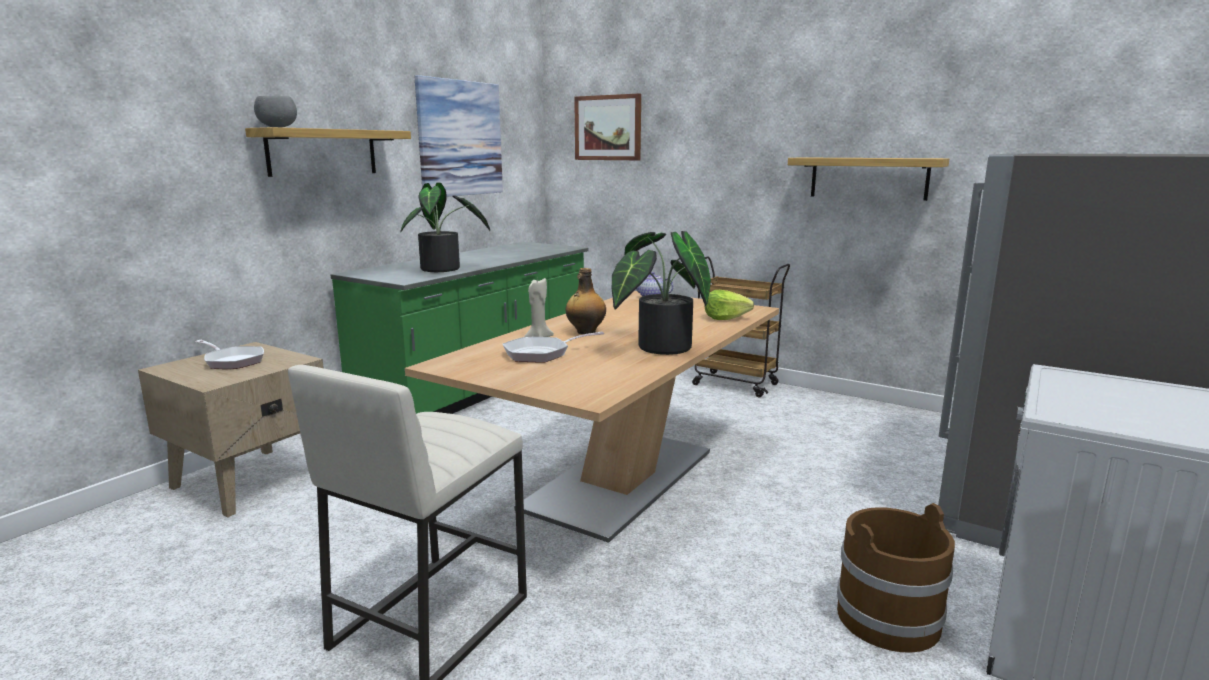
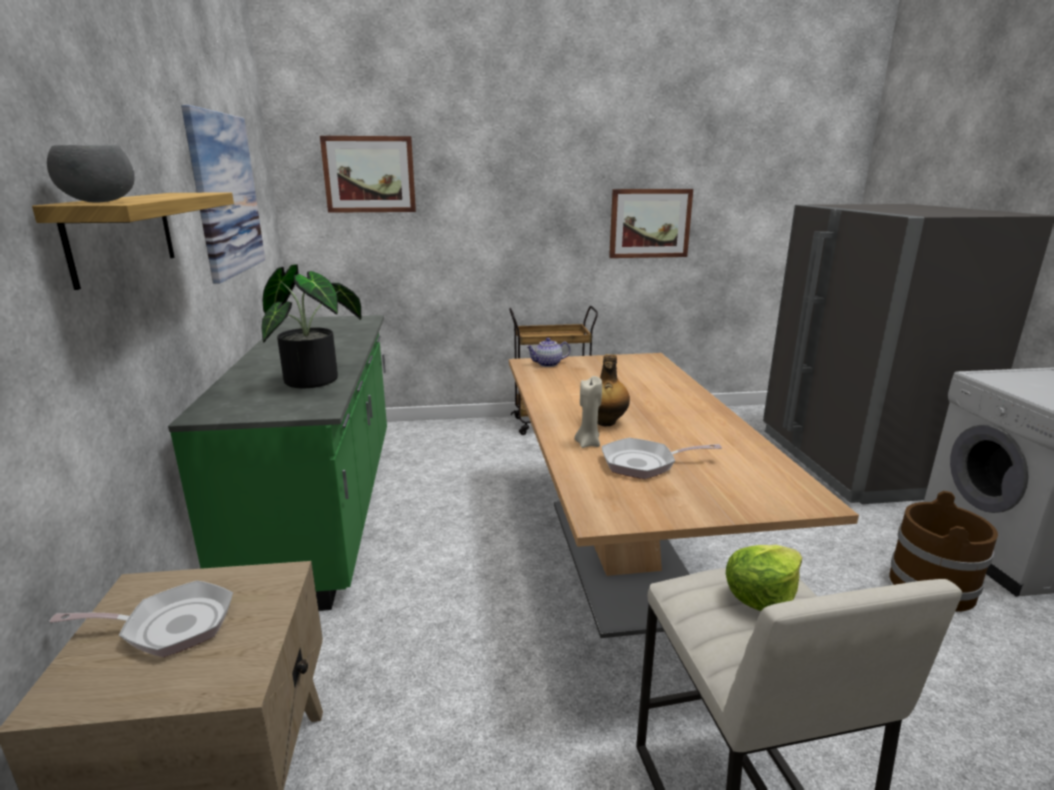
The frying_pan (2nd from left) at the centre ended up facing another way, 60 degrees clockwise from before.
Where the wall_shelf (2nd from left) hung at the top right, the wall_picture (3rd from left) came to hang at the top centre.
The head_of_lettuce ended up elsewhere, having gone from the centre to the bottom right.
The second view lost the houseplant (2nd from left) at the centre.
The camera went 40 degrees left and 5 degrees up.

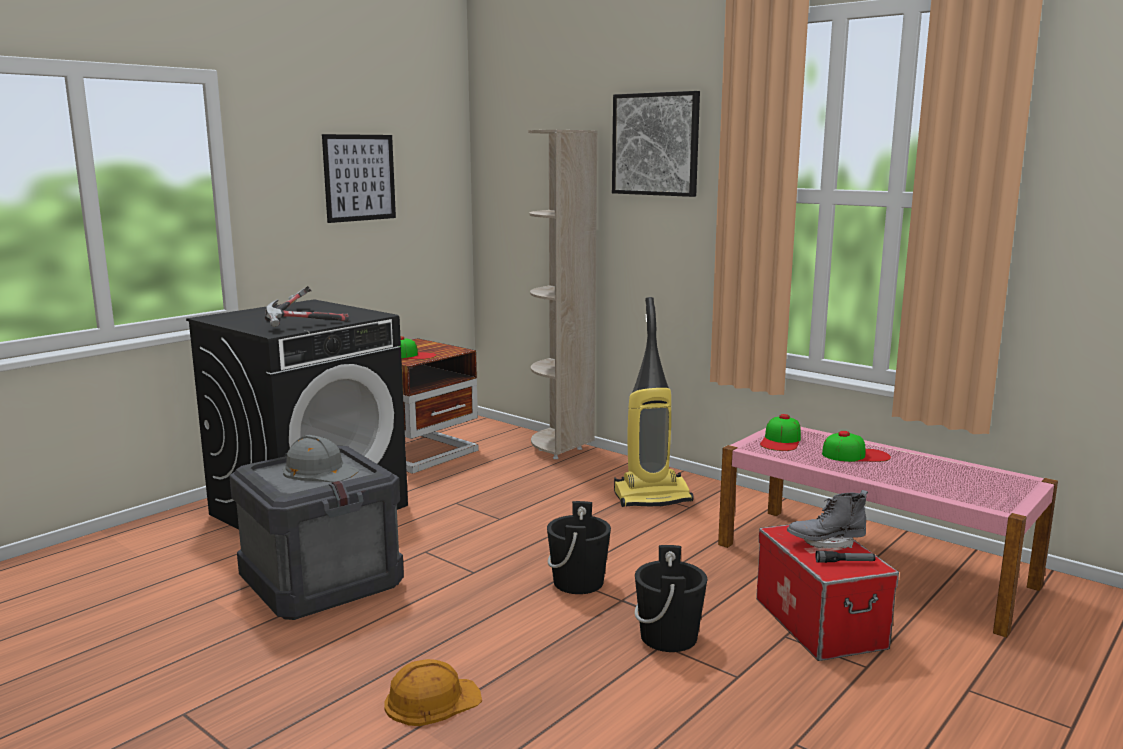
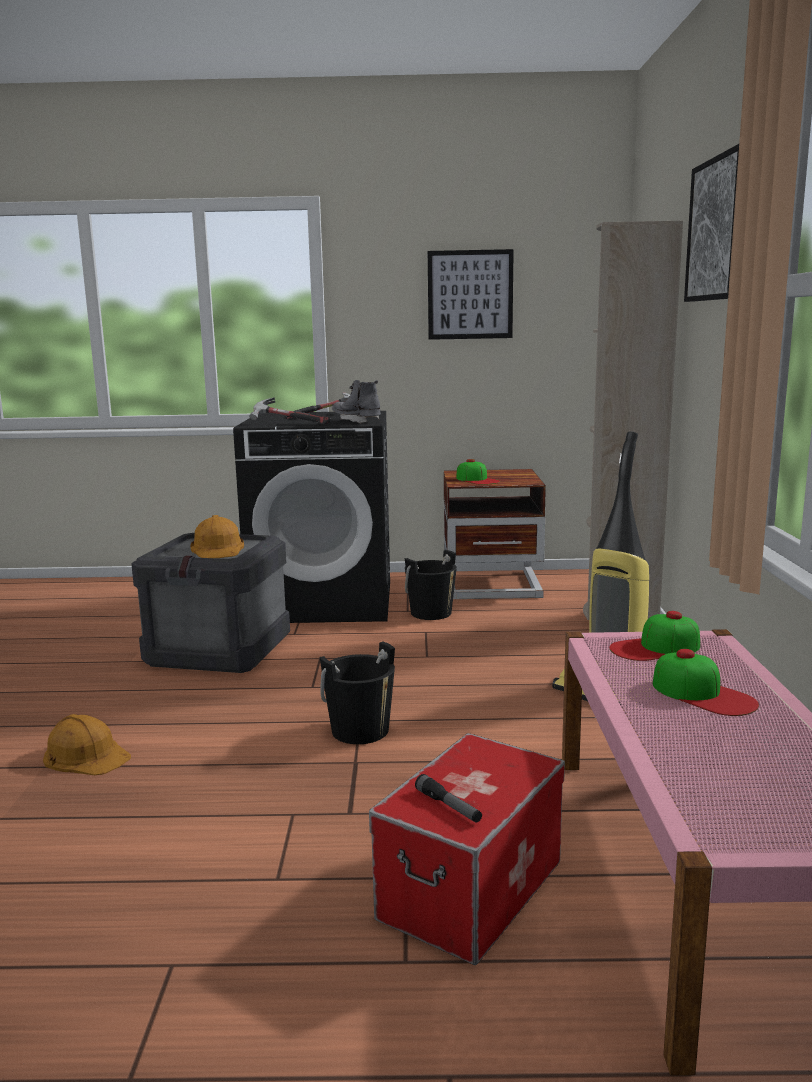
What was the greyish_hard_hat at the middle left turned into the orangey_hard_hat (2nd from left) at the middle left.
The greyish_tall_boot ended up elsewhere, having gone from the bottom right to the centre.
The blackish_water_bucket (2nd from left) ended up elsewhere, having gone from the bottom centre to the centre.
The camera went 50 degrees right and 0 degrees up.

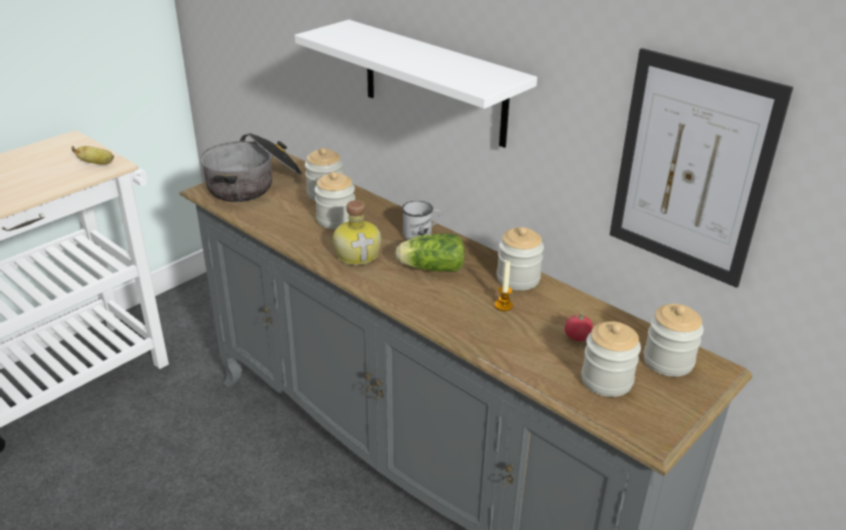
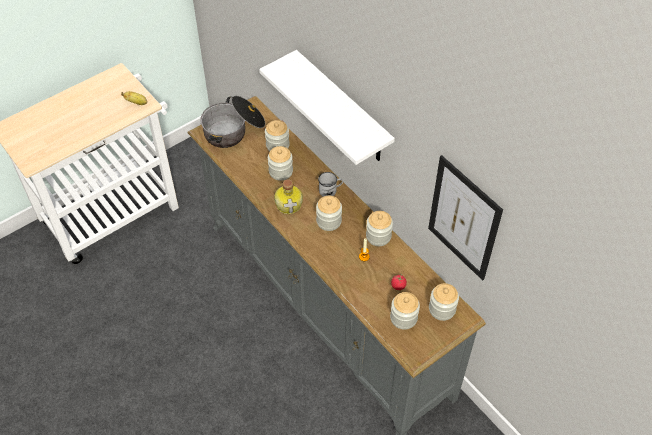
Where the head_of_lettuce stood at the centre, the storage_jar (3rd from left) came to stand at the centre.
The camera went 10 degrees right and 20 degrees up.

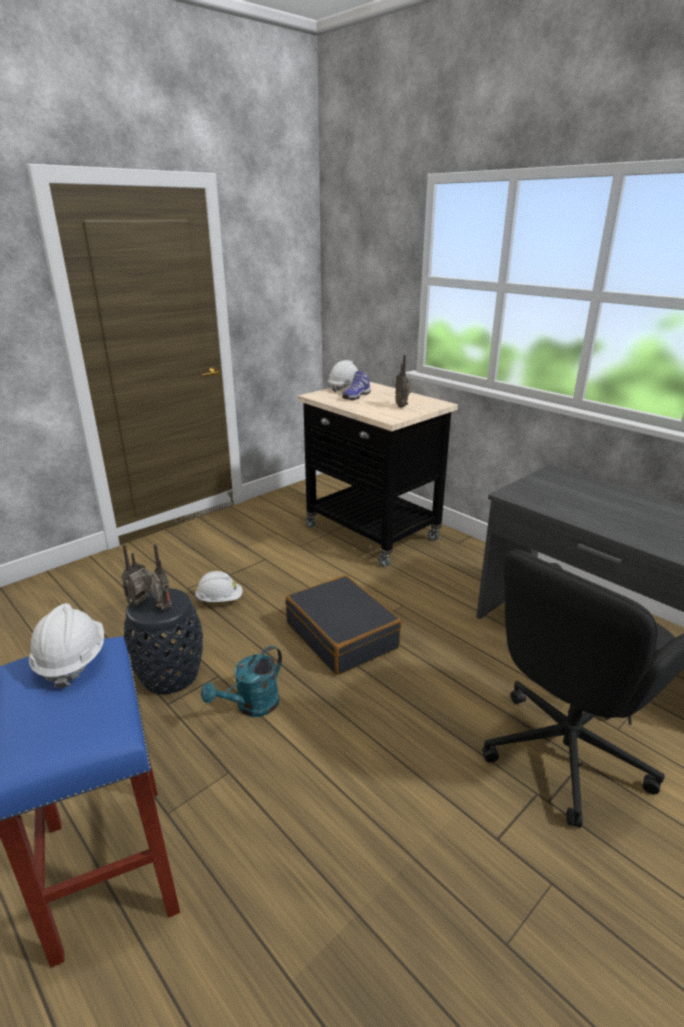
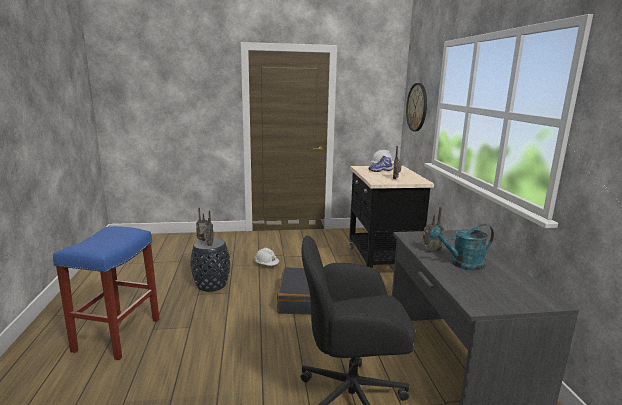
The second view gained the wall_clock at the top right.
The second view gained the radio_set (4th from left) at the middle right.
The turquoise-coloured_watering_can ended up elsewhere, having gone from the centre to the middle right.
The second view lost the white_hard_hat (1st from left) at the middle left.
The camera went 35 degrees right and 10 degrees down.

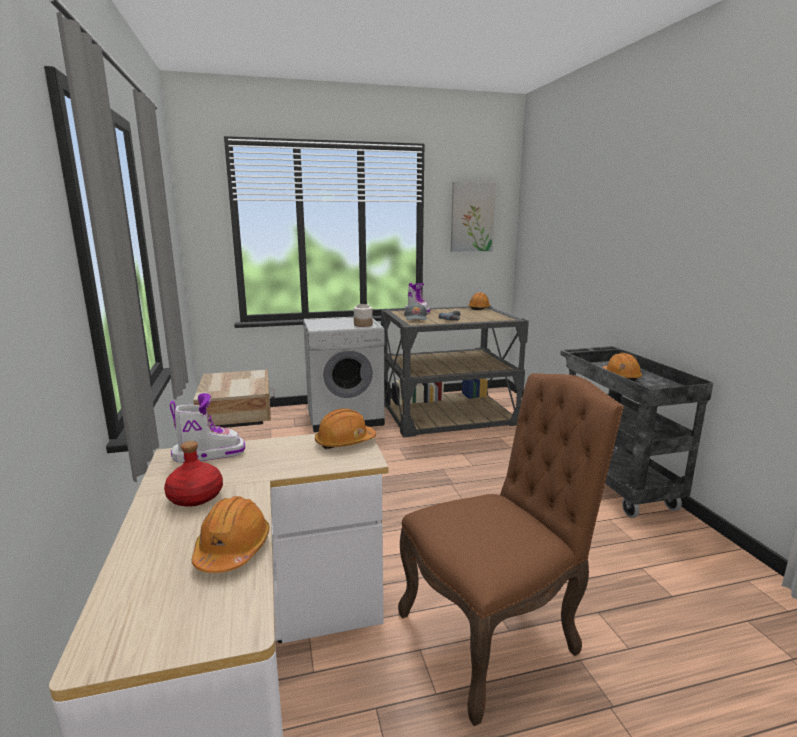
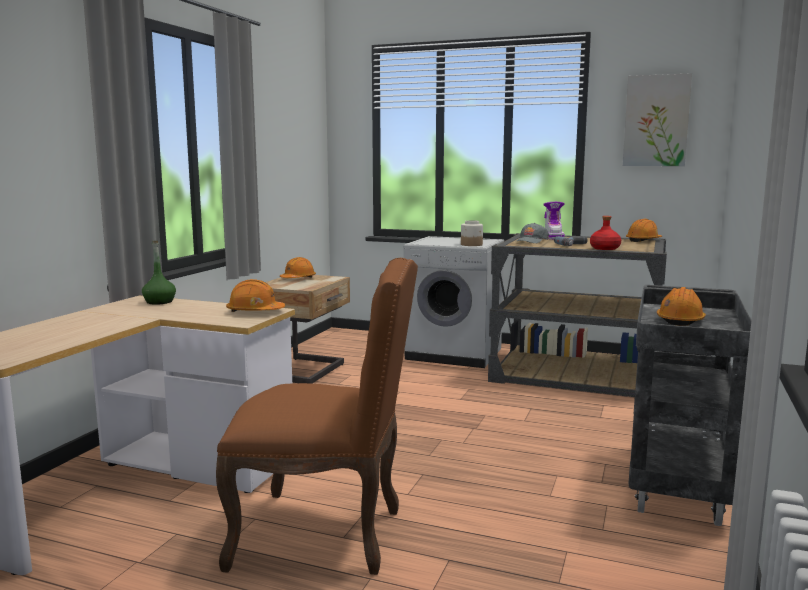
Where the tall_boot (1st from left) stood at the middle left, the greenish_beverage_bottle came to stand at the middle left.
The orangey_hard_hat (1st from left in the first image) ended up elsewhere, having gone from the bottom left to the centre.
The red-coloured_beverage_bottle ended up elsewhere, having gone from the middle left to the middle right.
The camera went 35 degrees right and 5 degrees down.

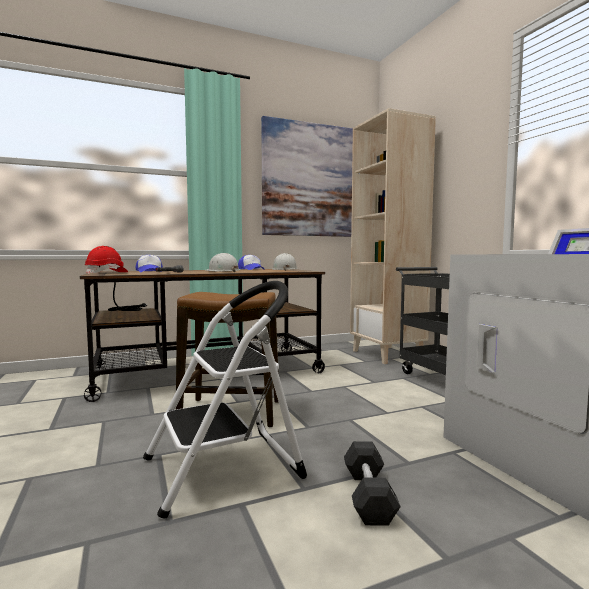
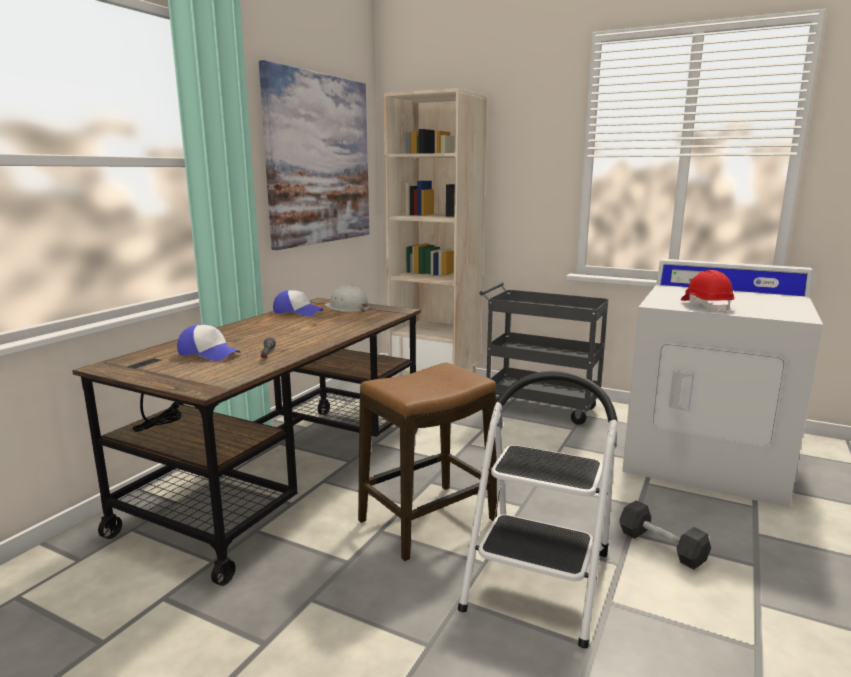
The red-coloured_hard_hat ended up elsewhere, having gone from the middle left to the middle right.
The second view lost the white_hard_hat (1st from left) at the centre.
The camera went 40 degrees left and 10 degrees up.

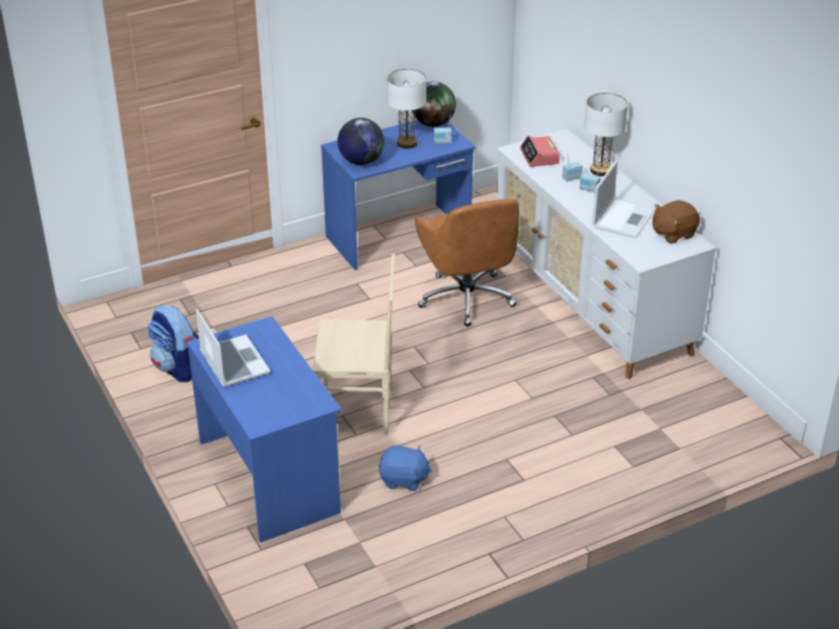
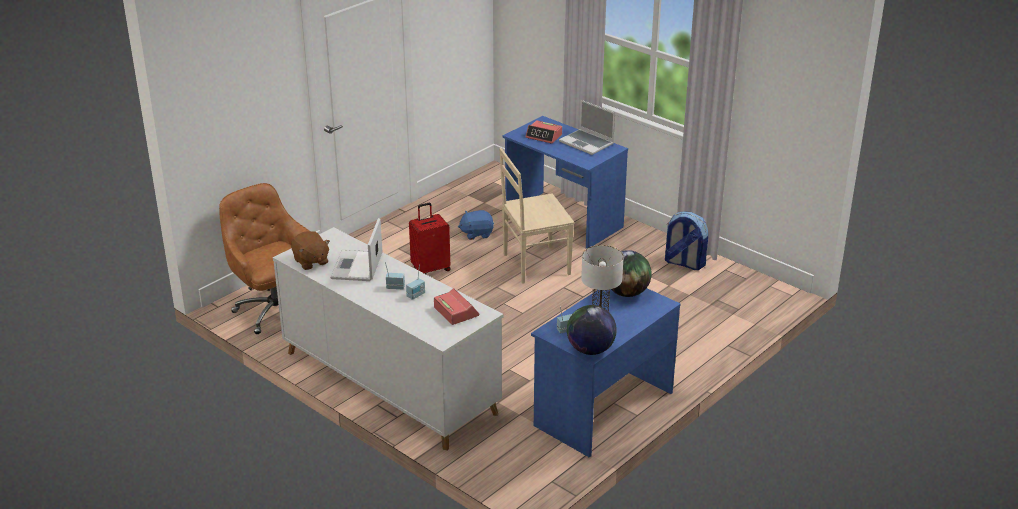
The brownish_office_chair ended up elsewhere, having gone from the centre to the middle left.
The brownish_plush_toy at the middle right ended up facing another way, 105 degrees clockwise from before.
The second view gained the red-coloured_suitcase at the centre.
The second view gained the alarm_clock (2nd from left) at the top centre.
The second view lost the tabletop_lamp (2nd from left) at the top right.
The camera went 160 degrees right and 5 degrees down.

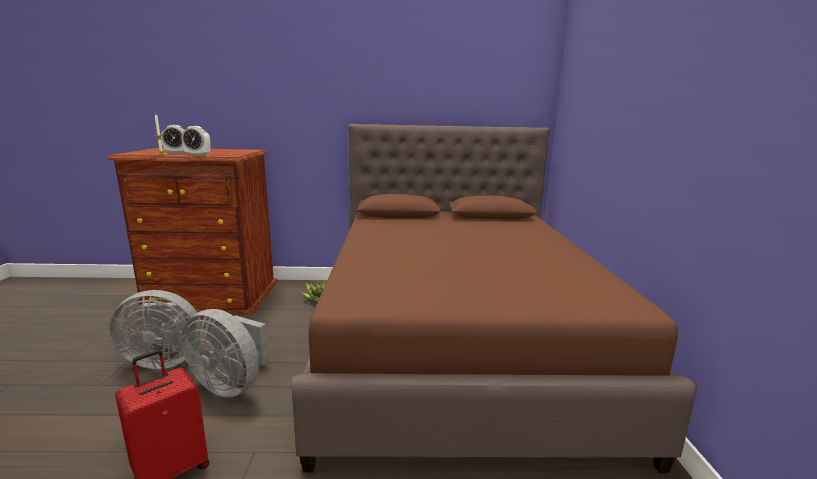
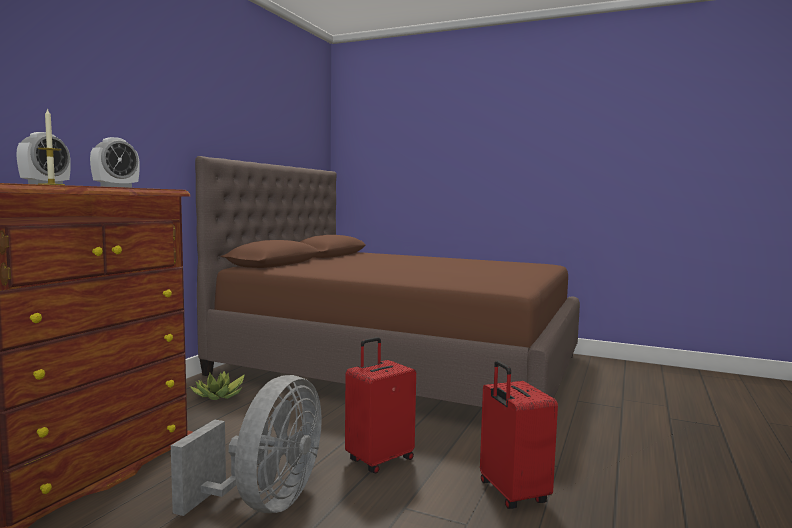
Where the greyish_cooling_fan (2nd from left) stood at the bottom left, the red-coloured_suitcase (1st from left) came to stand at the bottom centre.
The camera went 65 degrees left and 10 degrees down.

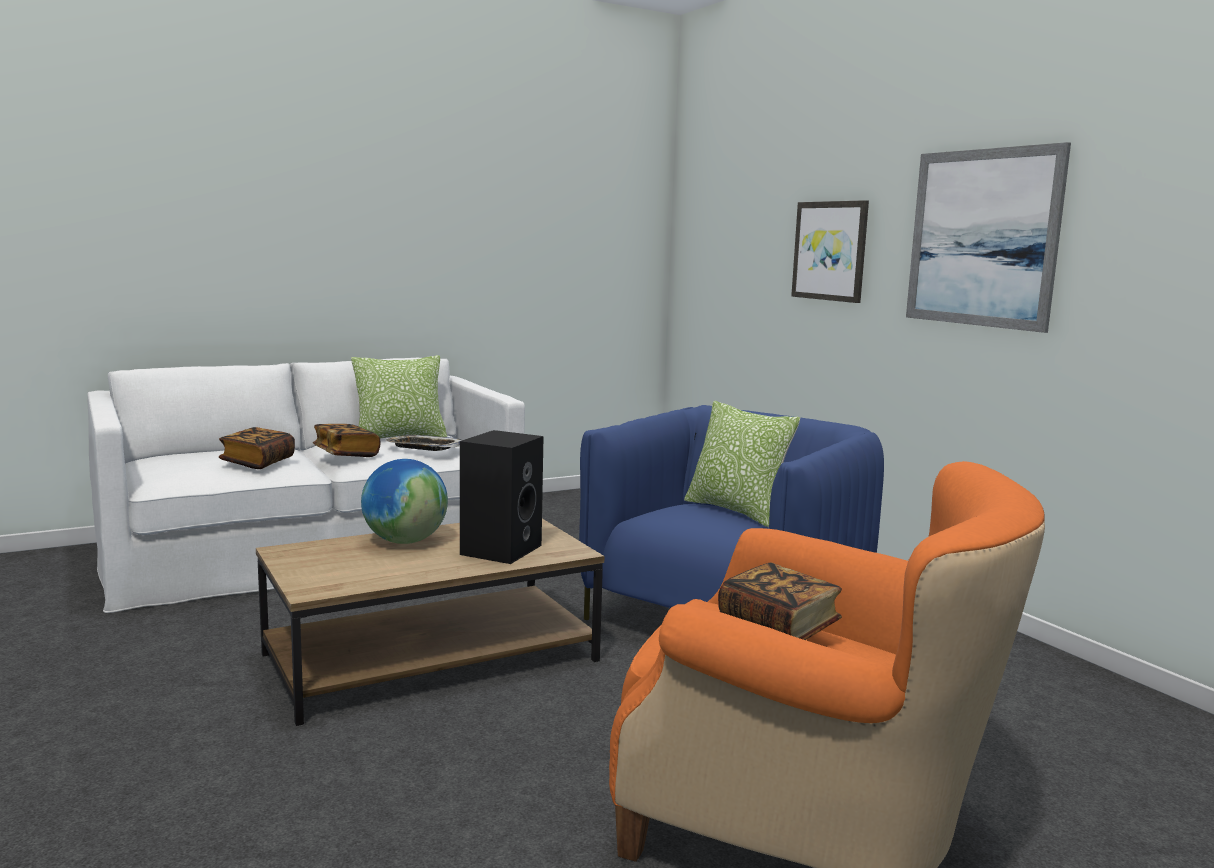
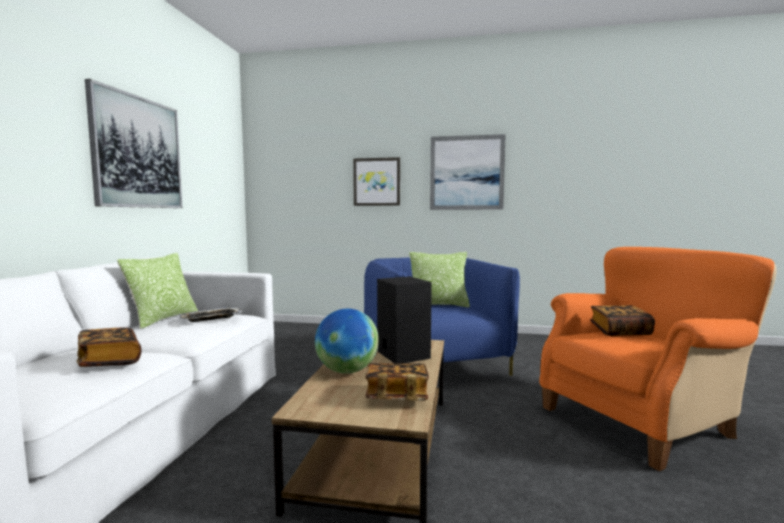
The second view gained the wall_picture (1st from left) at the top left.
The bound_book (2nd from left) ended up elsewhere, having gone from the middle left to the bottom centre.
The camera went 50 degrees left and 5 degrees down.

